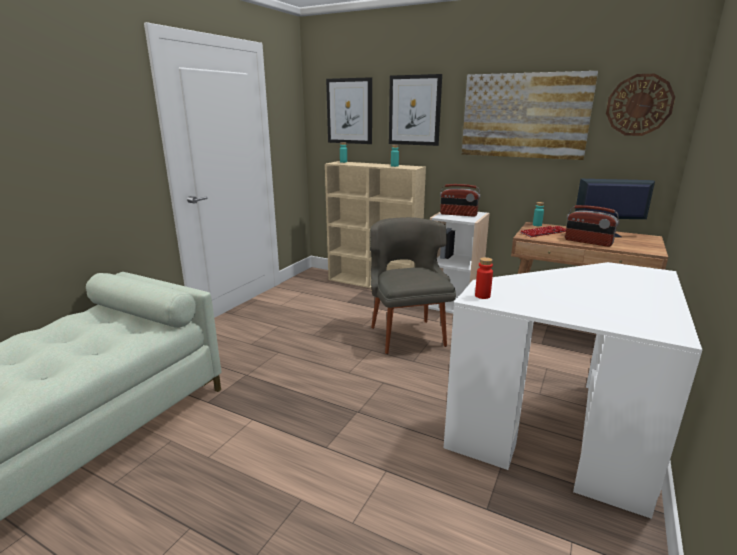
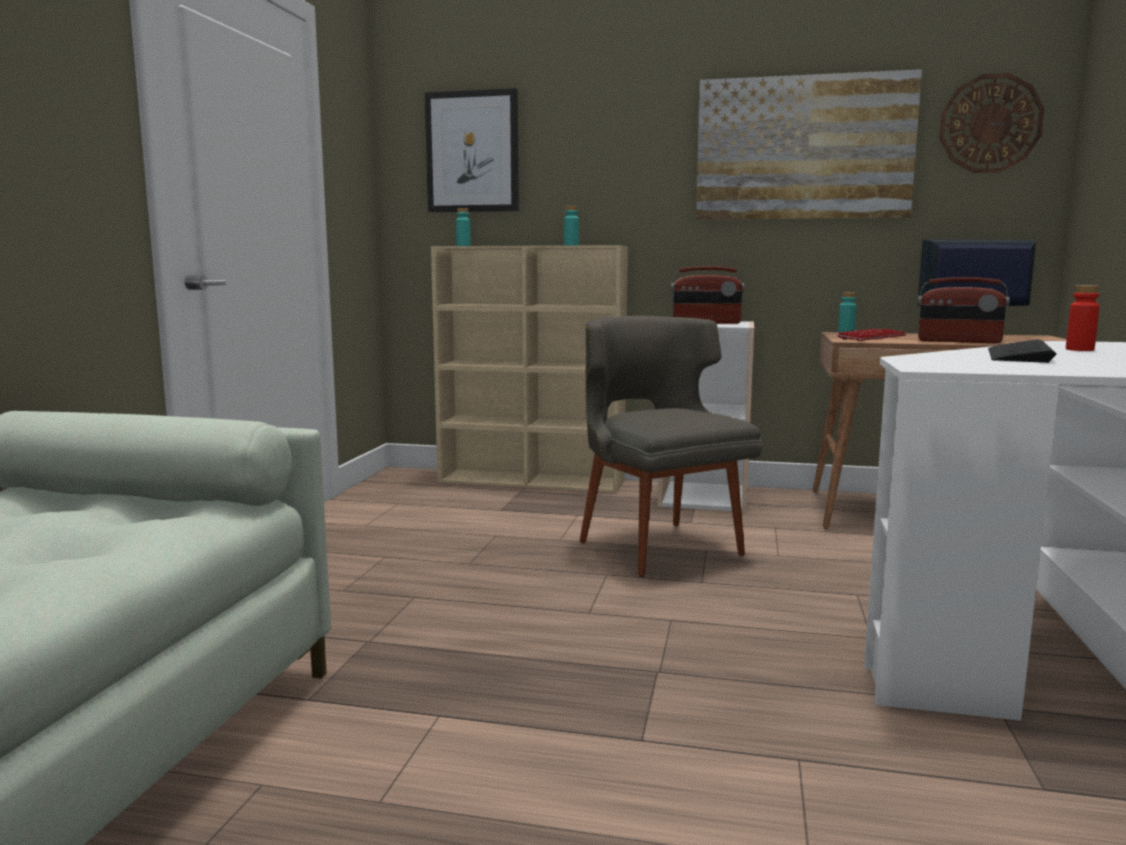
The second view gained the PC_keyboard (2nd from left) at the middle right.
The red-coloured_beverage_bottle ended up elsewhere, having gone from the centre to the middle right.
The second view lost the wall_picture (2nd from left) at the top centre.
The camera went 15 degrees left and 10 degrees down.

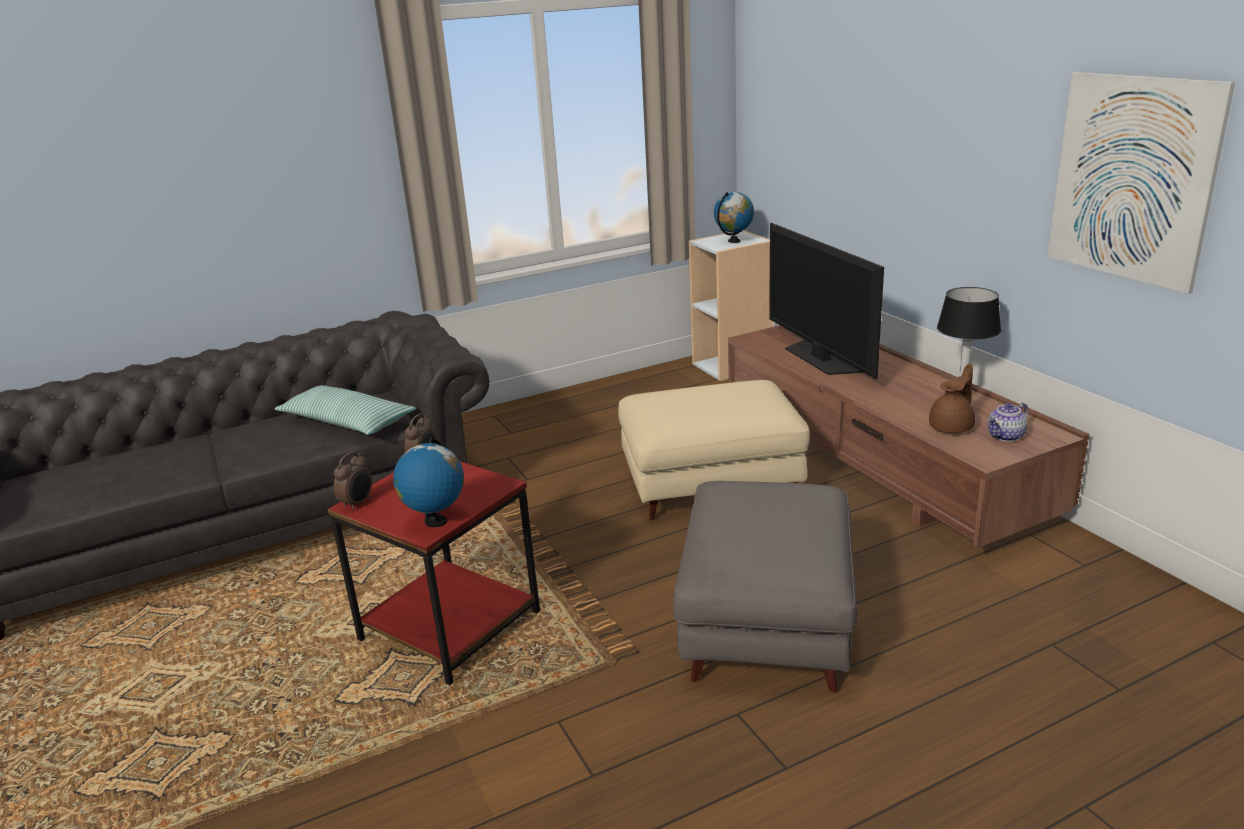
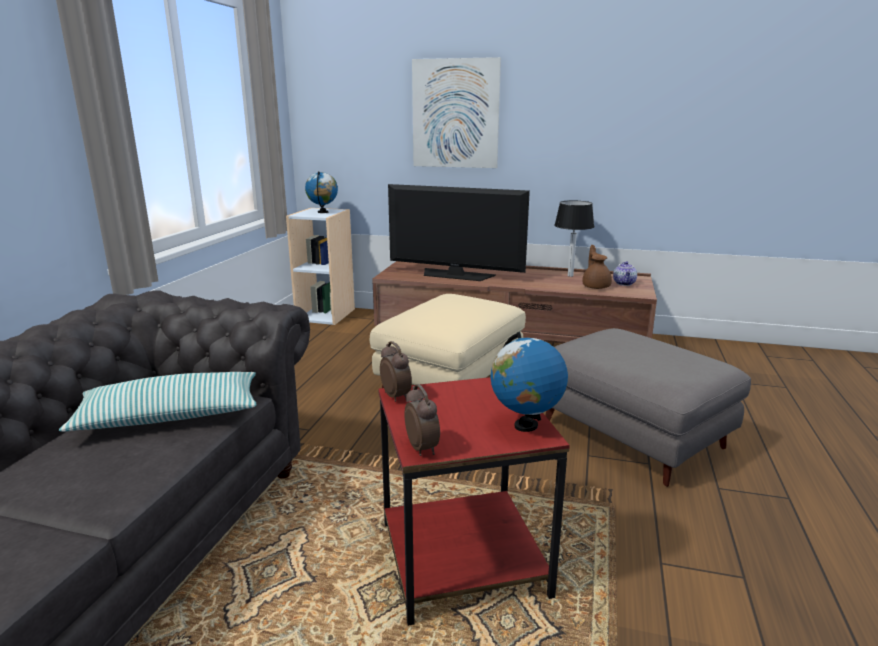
The wall_picture ended up elsewhere, having gone from the top right to the top centre.
The camera went 50 degrees left and 5 degrees down.

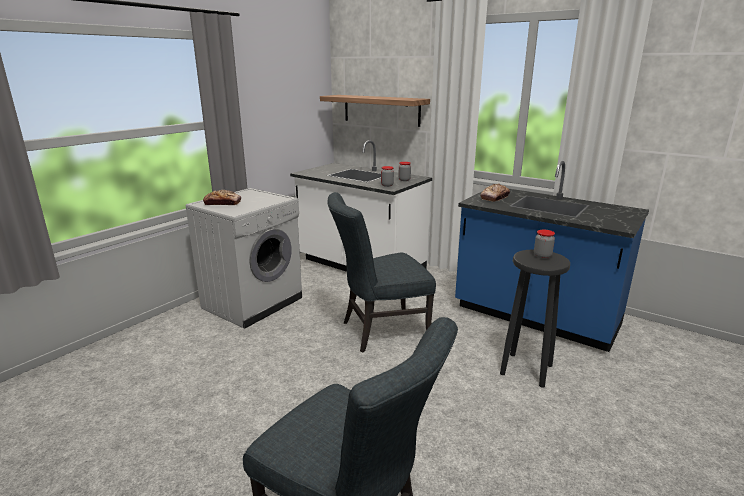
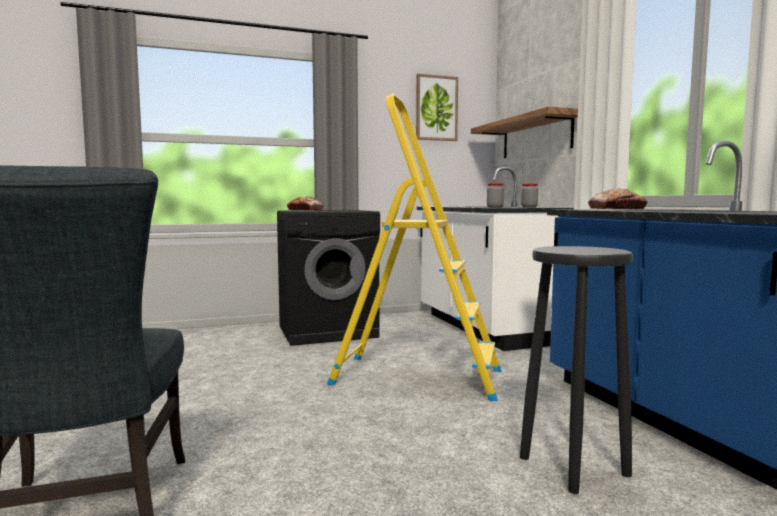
What was the white_laundry_appliance at the middle left turned into the blackish_laundry_appliance at the centre.
Where the greyish_plain_chair (2nd from left) stood at the centre, the yellowish_step_ladder came to stand at the centre.
The second view gained the wall_picture at the top centre.
The second view lost the storage_jar (3rd from left) at the middle right.
The camera went 35 degrees right and 15 degrees down.

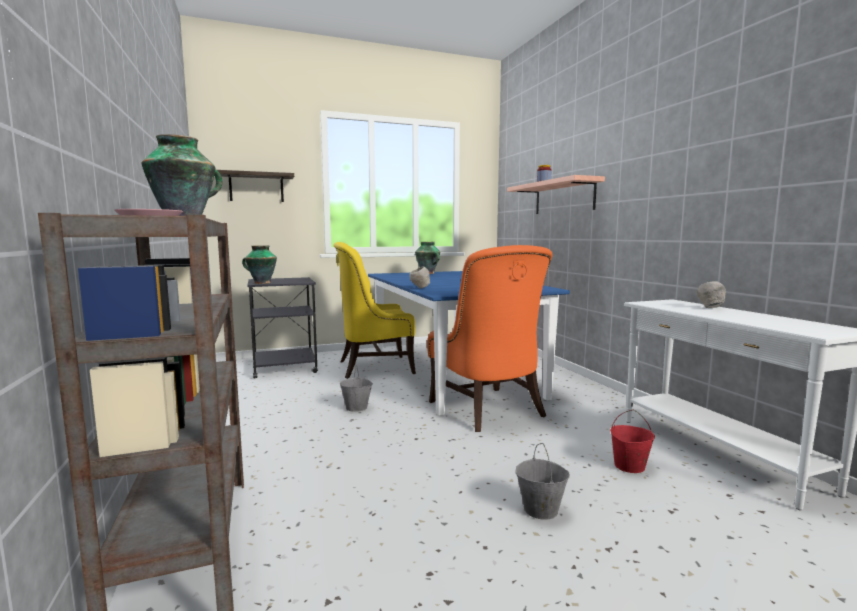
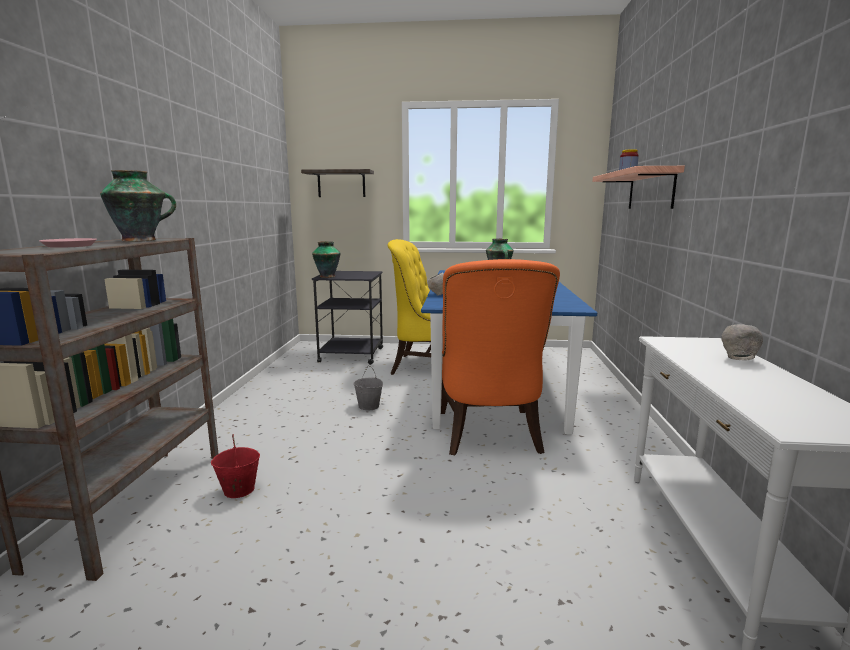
The red-coloured_water_bucket ended up elsewhere, having gone from the bottom right to the bottom left.
The second view lost the greyish_water_bucket (2nd from left) at the bottom centre.
The camera went 25 degrees right and 5 degrees up.

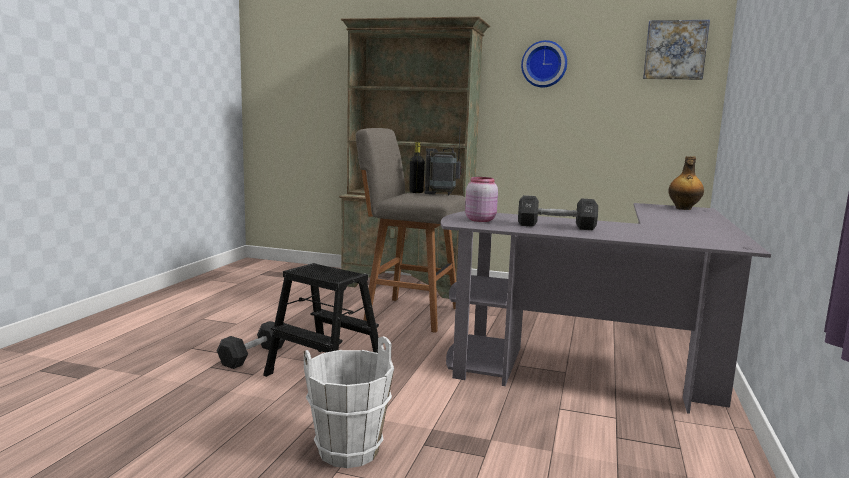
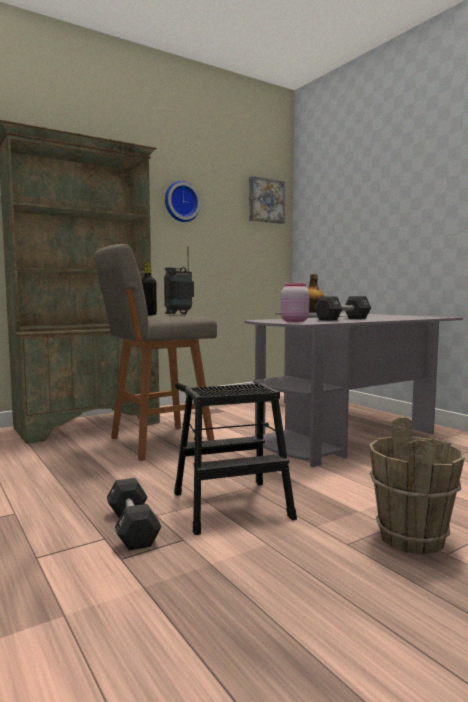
What was the white_water_bucket at the bottom centre turned into the brownish_water_bucket at the bottom right.
The camera went 50 degrees left and 5 degrees down.

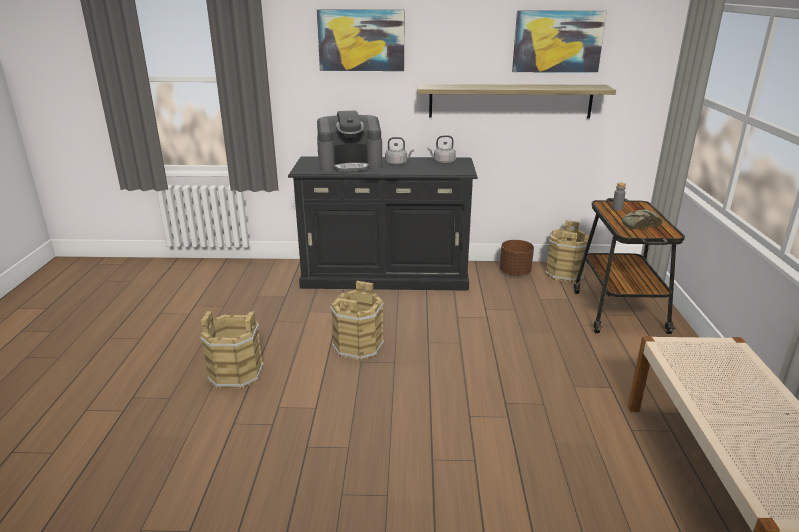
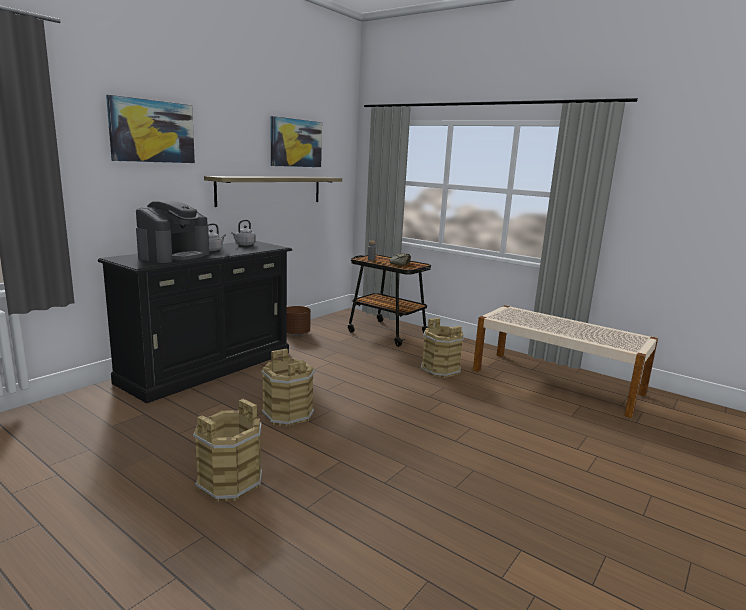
The brownish_water_bucket (3rd from left) ended up elsewhere, having gone from the middle right to the centre.
The camera went 55 degrees left and 10 degrees down.

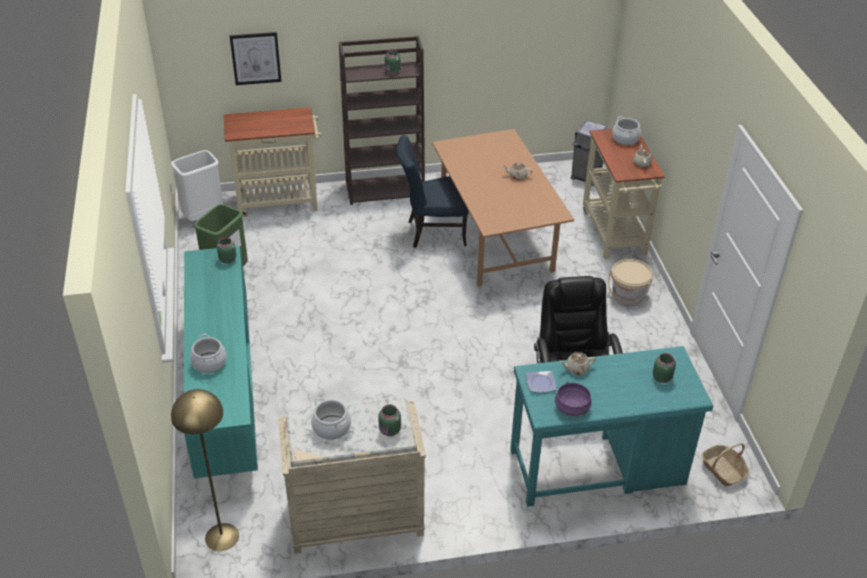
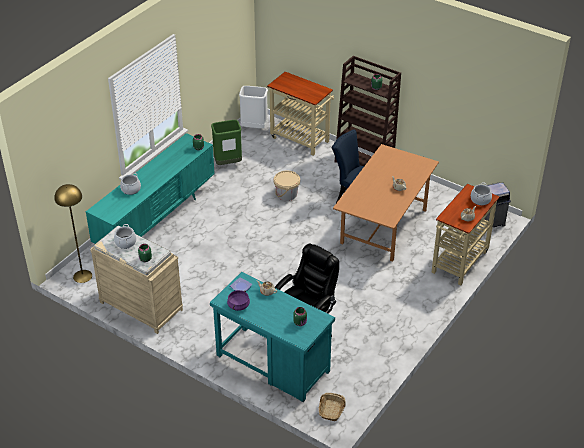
The sand-coloured_water_bucket ended up elsewhere, having gone from the middle right to the centre.
The second view lost the wall_picture at the top left.
The camera went 45 degrees right and 0 degrees up.

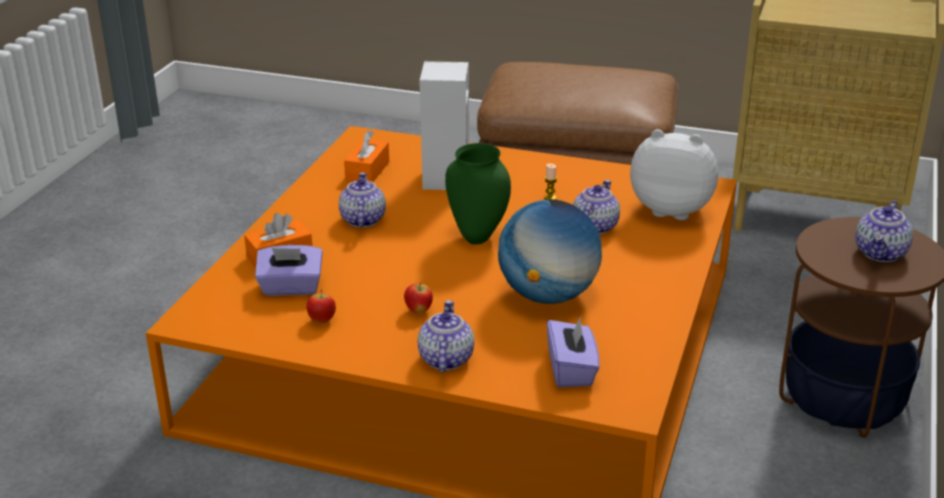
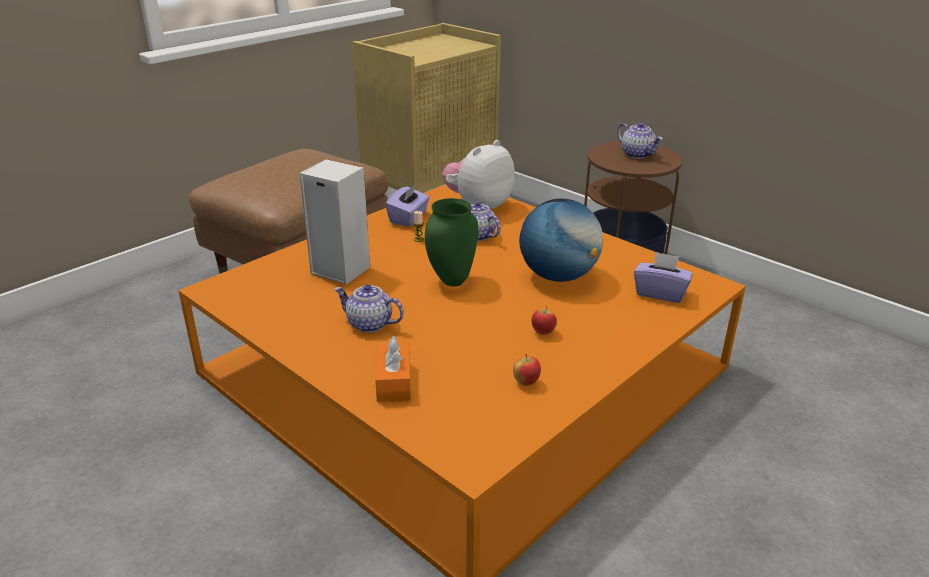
The purplish_tissue_box (1st from left) ended up elsewhere, having gone from the middle left to the centre.
The second view lost the orangey_tissue_box (2nd from left) at the top centre.
The second view lost the tea_pot (2nd from left) at the bottom centre.
The camera went 65 degrees left and 0 degrees up.

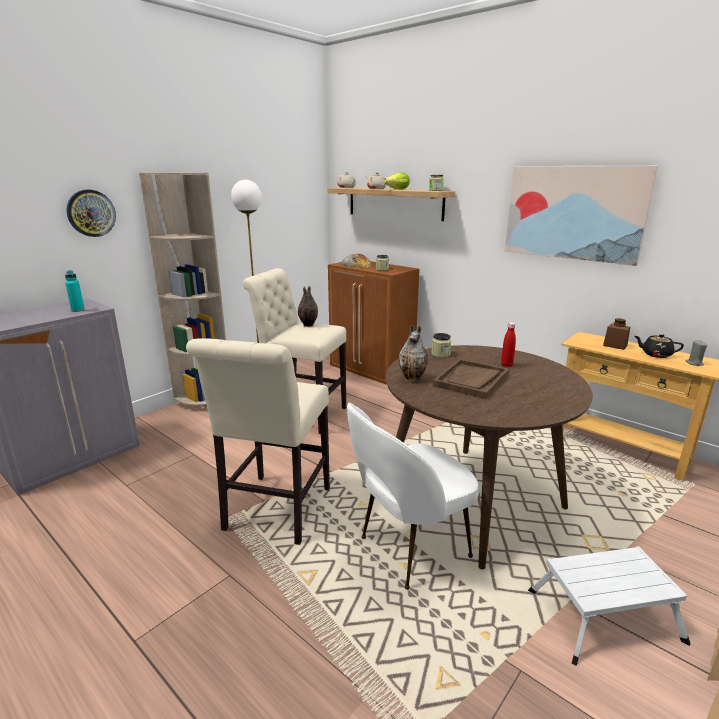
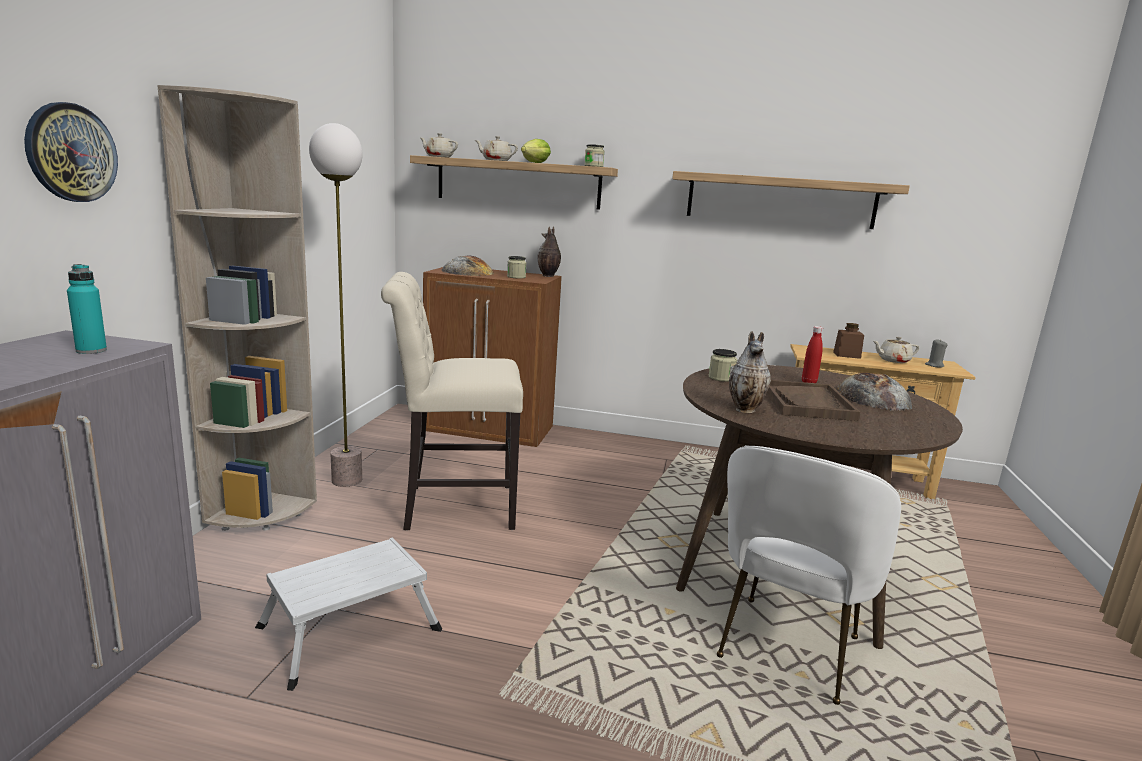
The white_step_ladder ended up elsewhere, having gone from the bottom right to the bottom left.
The flower_vase (1st from left) ended up elsewhere, having gone from the centre to the top centre.
Where the wall_picture hung at the top right, the wall_shelf (2nd from left) came to hang at the top right.
The second view gained the bread (2nd from left) at the middle right.
What was the blackish_tea_pot at the middle right turned into the sand-coloured_tea_pot (3rd from left) at the middle right.
The second view lost the sand-coloured_stool_seat (1st from left) at the centre.
The camera went 30 degrees left and 5 degrees down.

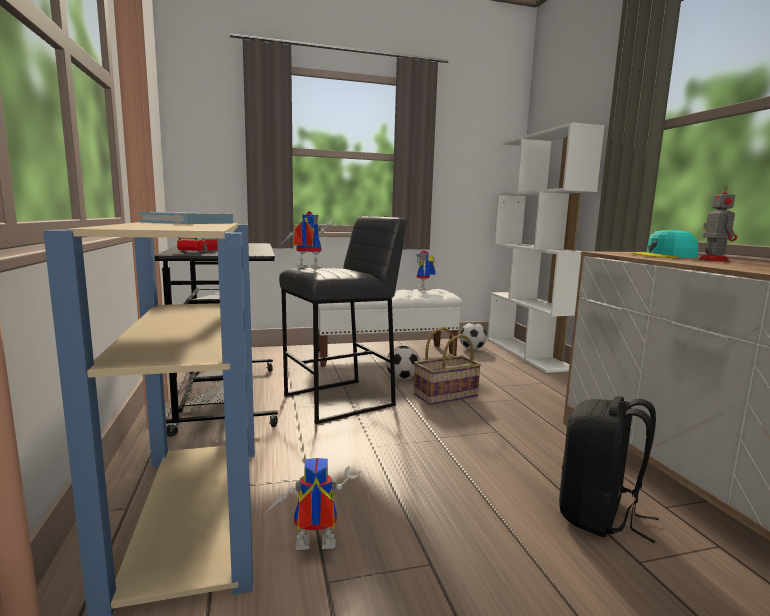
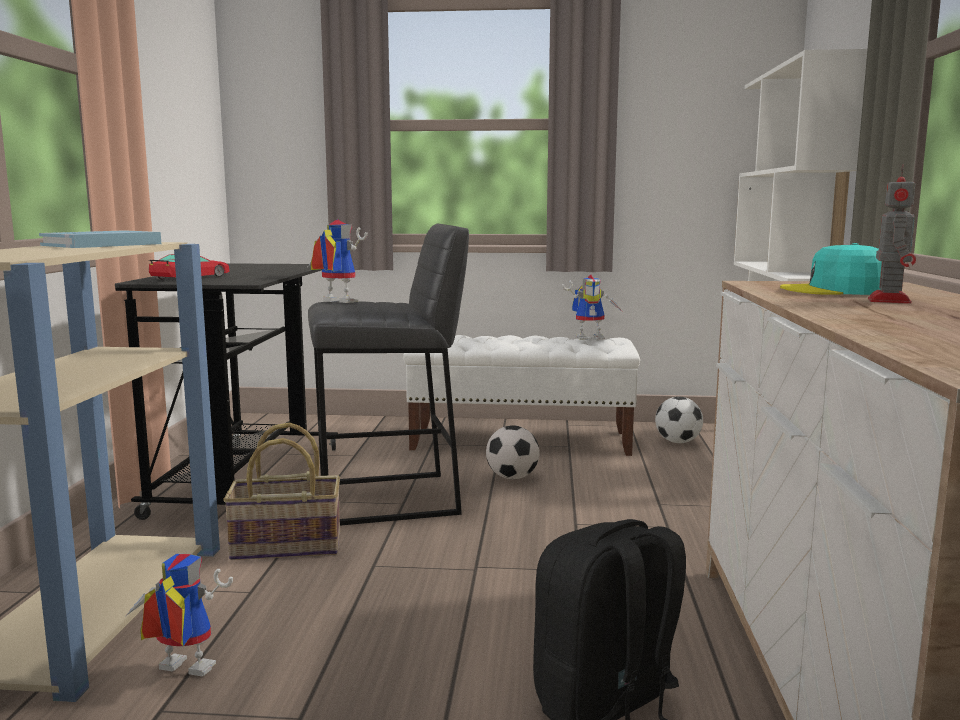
The basket ended up elsewhere, having gone from the centre to the bottom left.
The robot_figure (3rd from left) at the centre ended up facing another way, 120 degrees counterclockwise from before.
The camera went 20 degrees right and 0 degrees up.

